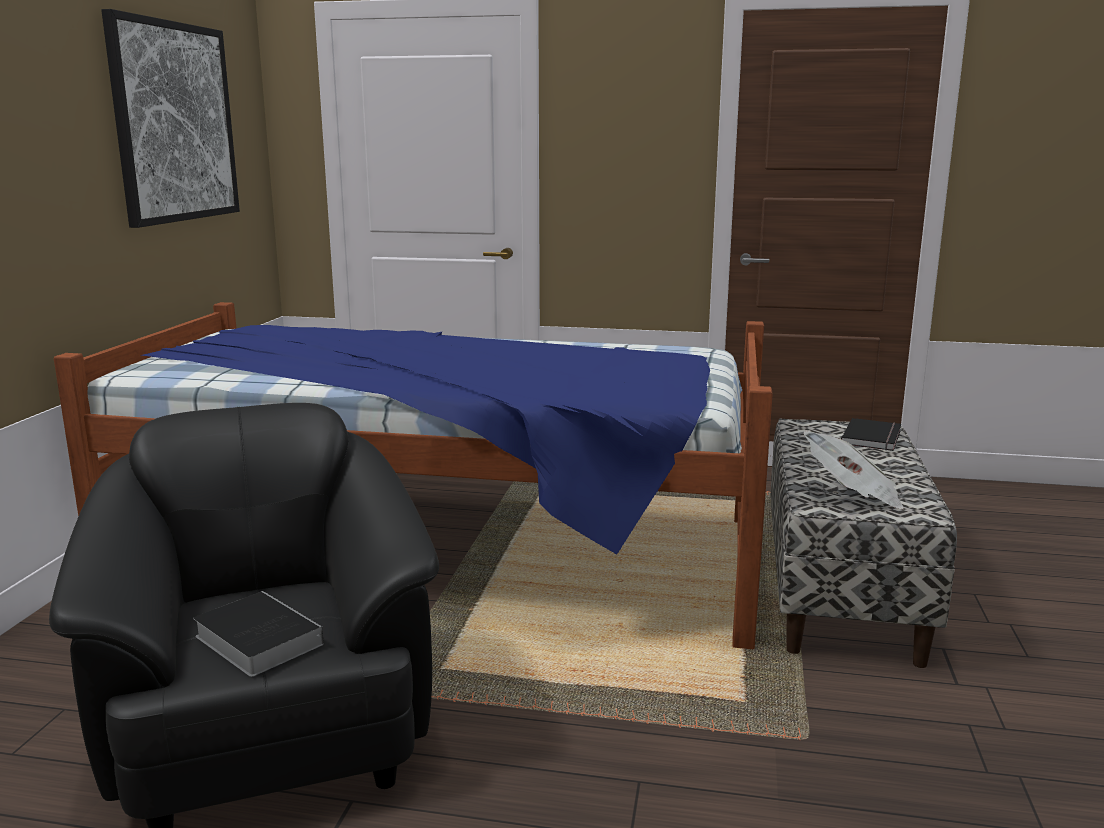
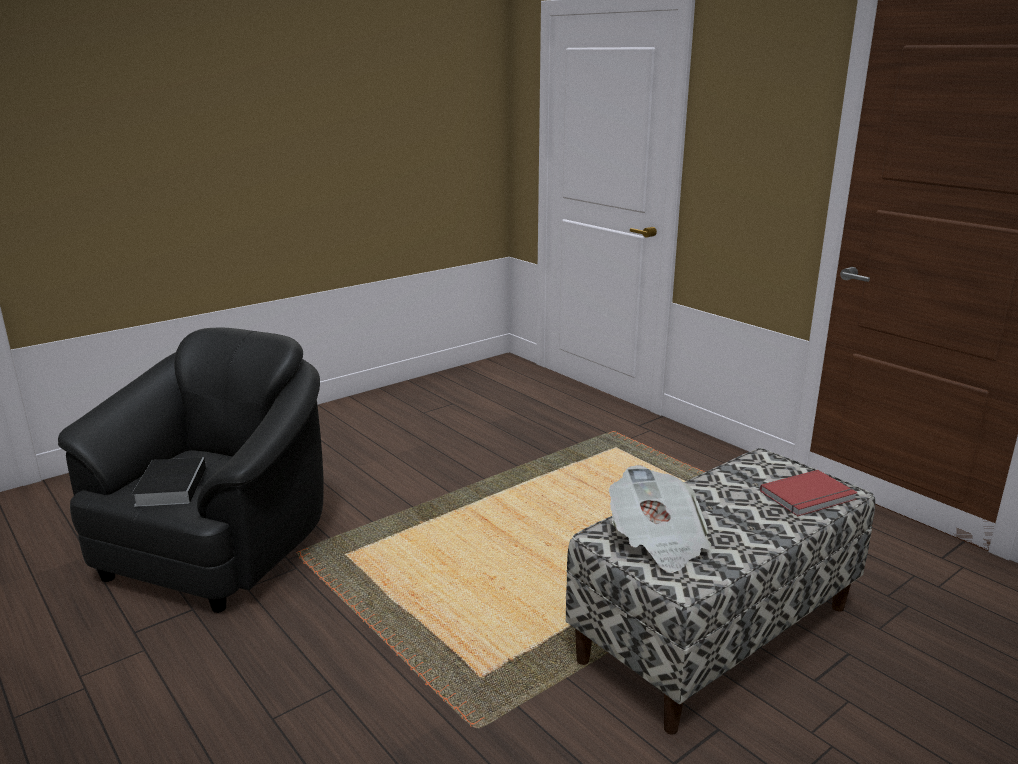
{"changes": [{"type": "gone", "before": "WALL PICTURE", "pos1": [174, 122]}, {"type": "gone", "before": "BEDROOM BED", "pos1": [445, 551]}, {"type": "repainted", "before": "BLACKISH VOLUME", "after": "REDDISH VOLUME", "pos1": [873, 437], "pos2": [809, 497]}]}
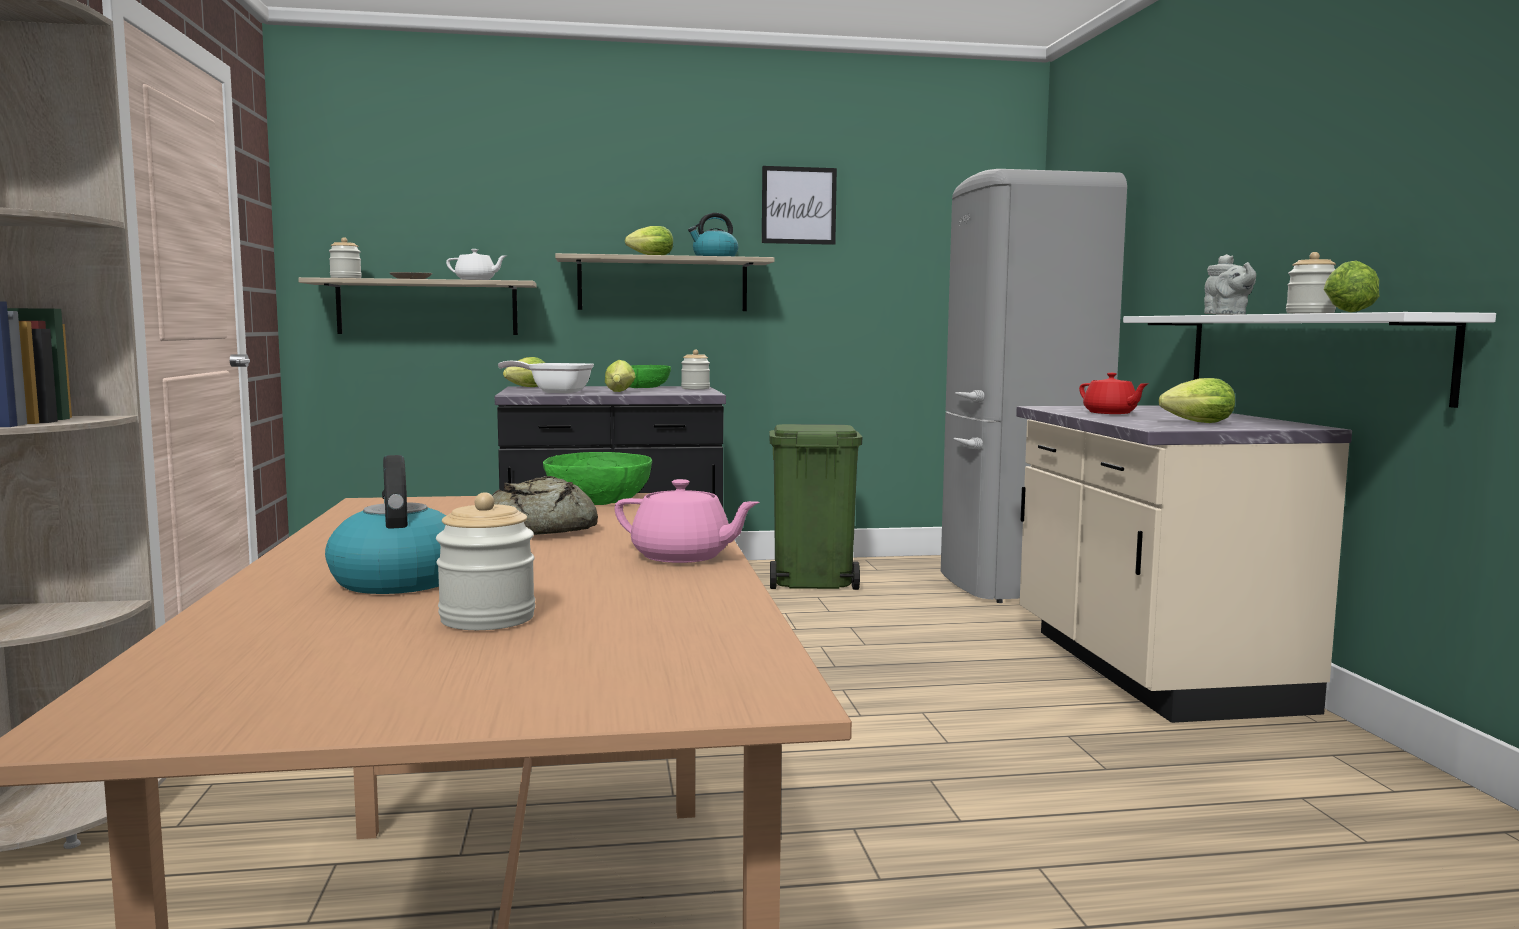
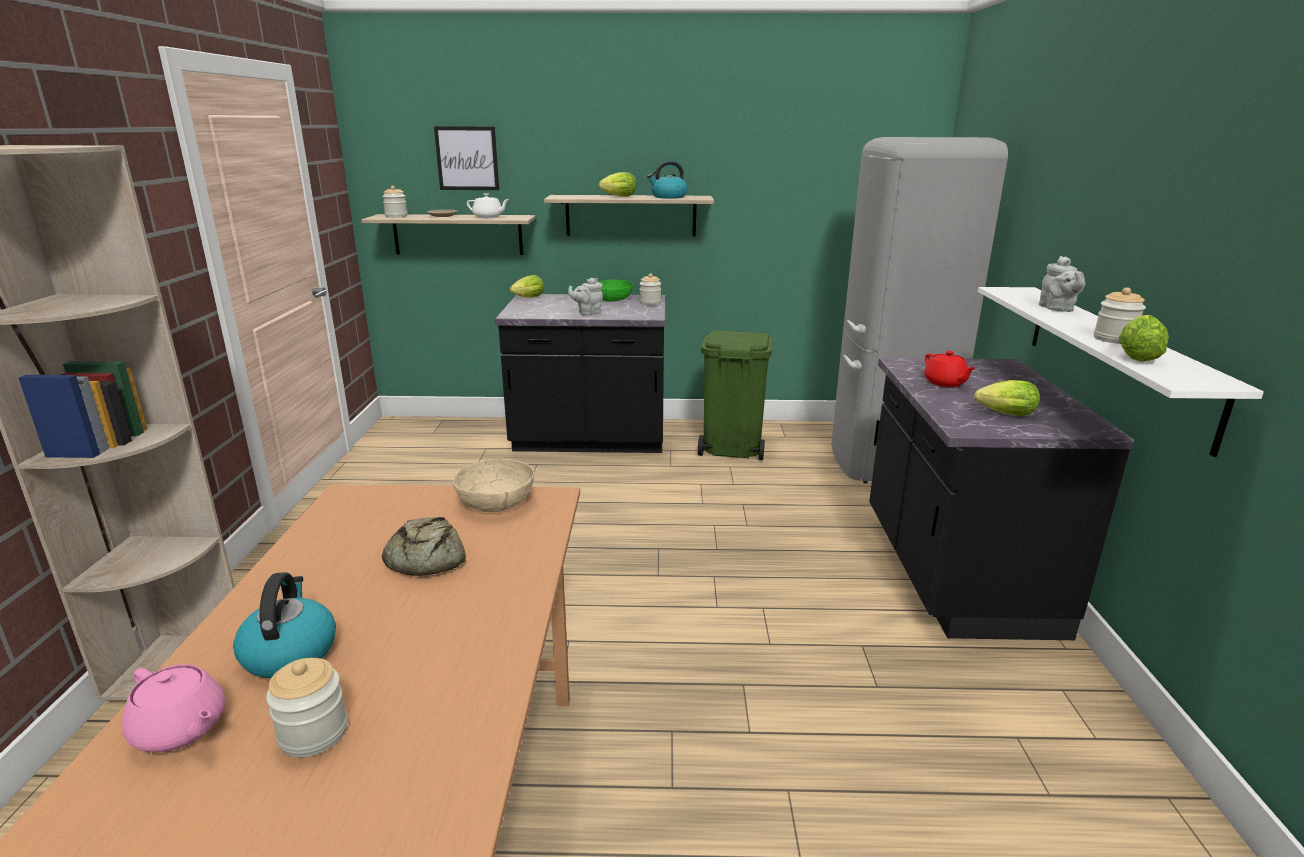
{"changes": [{"type": "shifted", "before": "WALL PICTURE", "pos1": [798, 205], "pos2": [467, 158]}, {"type": "swapped", "before": "HEAD OF LETTUCE", "after": "GREY TEA POT", "pos1": [619, 392], "pos2": [588, 313]}, {"type": "gone", "before": "FRYING PAN", "pos1": [555, 392]}, {"type": "repainted", "before": "BEIGE-COLOURED KITCHEN BASE UNIT", "after": "BLACKISH KITCHEN BASE UNIT", "pos1": [1149, 669], "pos2": [954, 573]}, {"type": "repainted", "before": "GREENISH SERVING BOWL", "after": "BEIGE-COLOURED SERVING BOWL", "pos1": [598, 500], "pos2": [496, 502]}, {"type": "shifted", "before": "PINK TEA POT", "pos1": [683, 557], "pos2": [181, 730]}]}
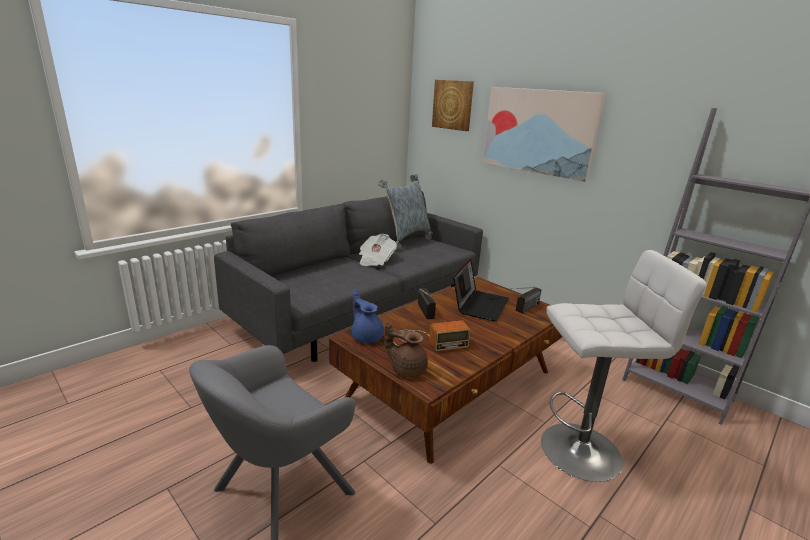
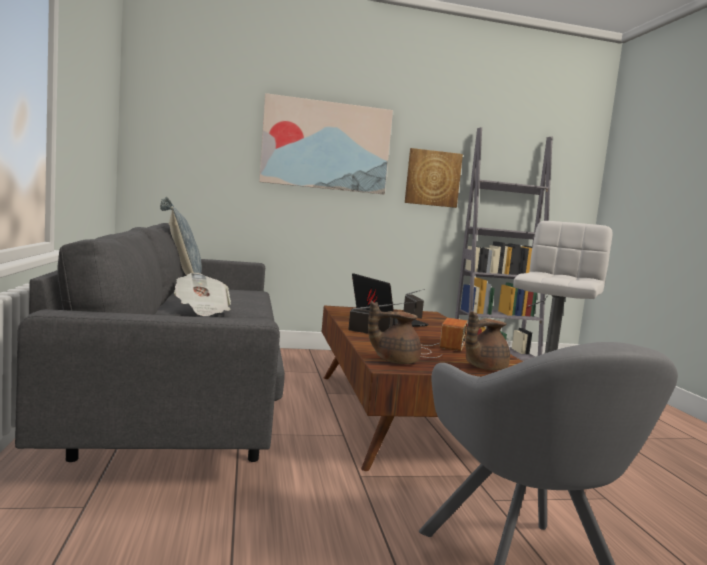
{"changes": [{"type": "shifted", "before": "WALL PICTURE", "pos1": [453, 105], "pos2": [432, 178]}, {"type": "repainted", "before": "BLUISH TEA POT", "after": "BROWN-COLOURED TEA POT", "pos1": [366, 336], "pos2": [394, 360]}]}
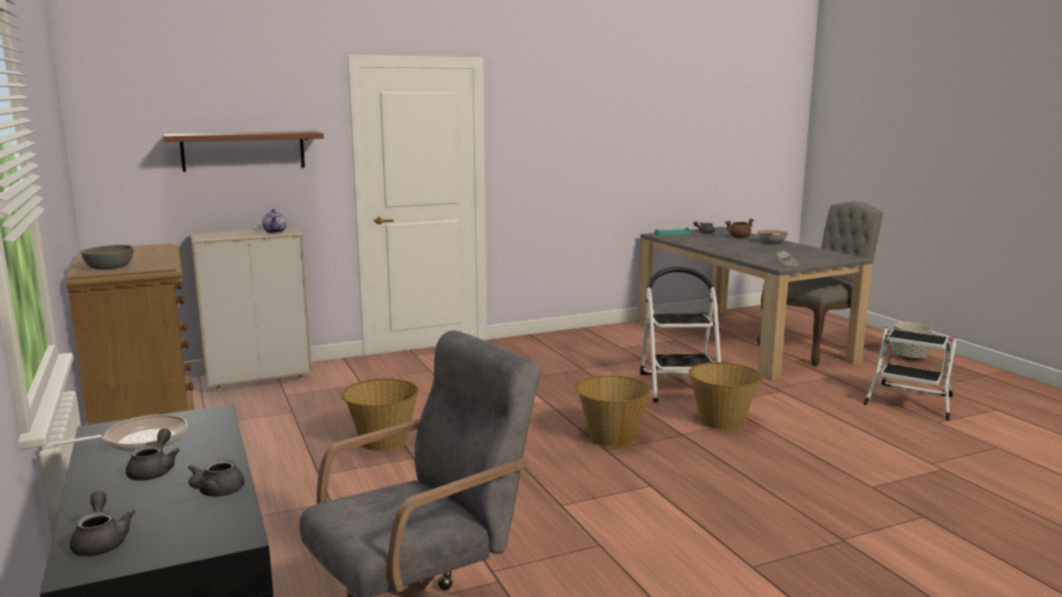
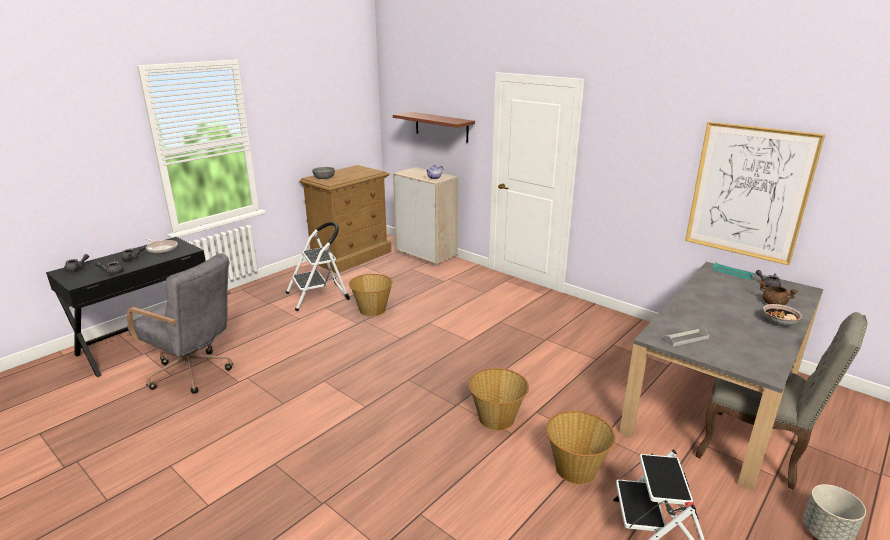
{"changes": [{"type": "shifted", "before": "STEP STOOL", "pos1": [679, 386], "pos2": [319, 296]}, {"type": "shifted", "before": "STORAGE BASKET", "pos1": [611, 437], "pos2": [575, 469]}, {"type": "new", "after": "WALL PICTURE", "pos2": [748, 192]}]}
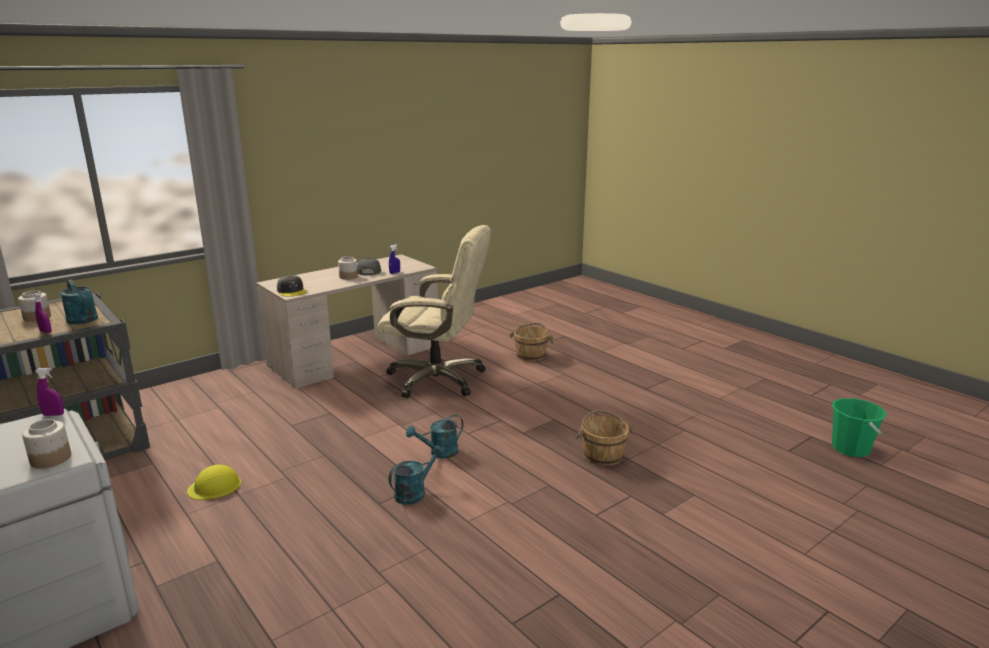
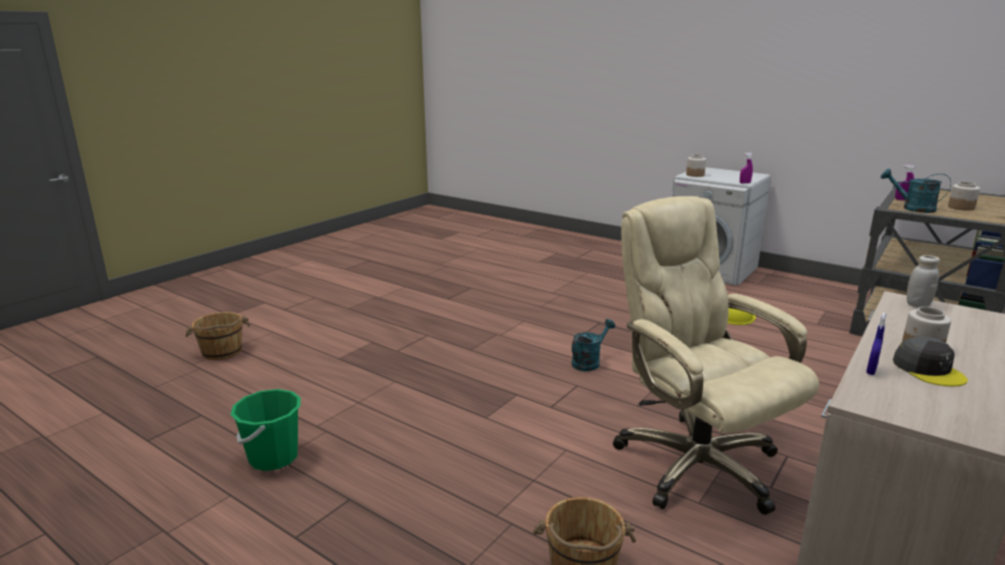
{"changes": [{"type": "rotated", "before": "BEIGE-COLOURED DESK CHAIR", "pos1": [436, 379], "pos2": [697, 465], "turn": 60}, {"type": "swapped", "before": "GREY PEAKED CAP", "after": "WHITE STORAGE JAR", "pos1": [292, 291], "pos2": [917, 305]}, {"type": "shifted", "before": "GREENISH BUCKET", "pos1": [850, 448], "pos2": [273, 457]}, {"type": "shifted", "before": "BROWN-COLOURED BUCKET", "pos1": [603, 455], "pos2": [222, 351]}, {"type": "gone", "before": "BLUE-GREEN WATERING CAN", "pos1": [414, 492]}]}
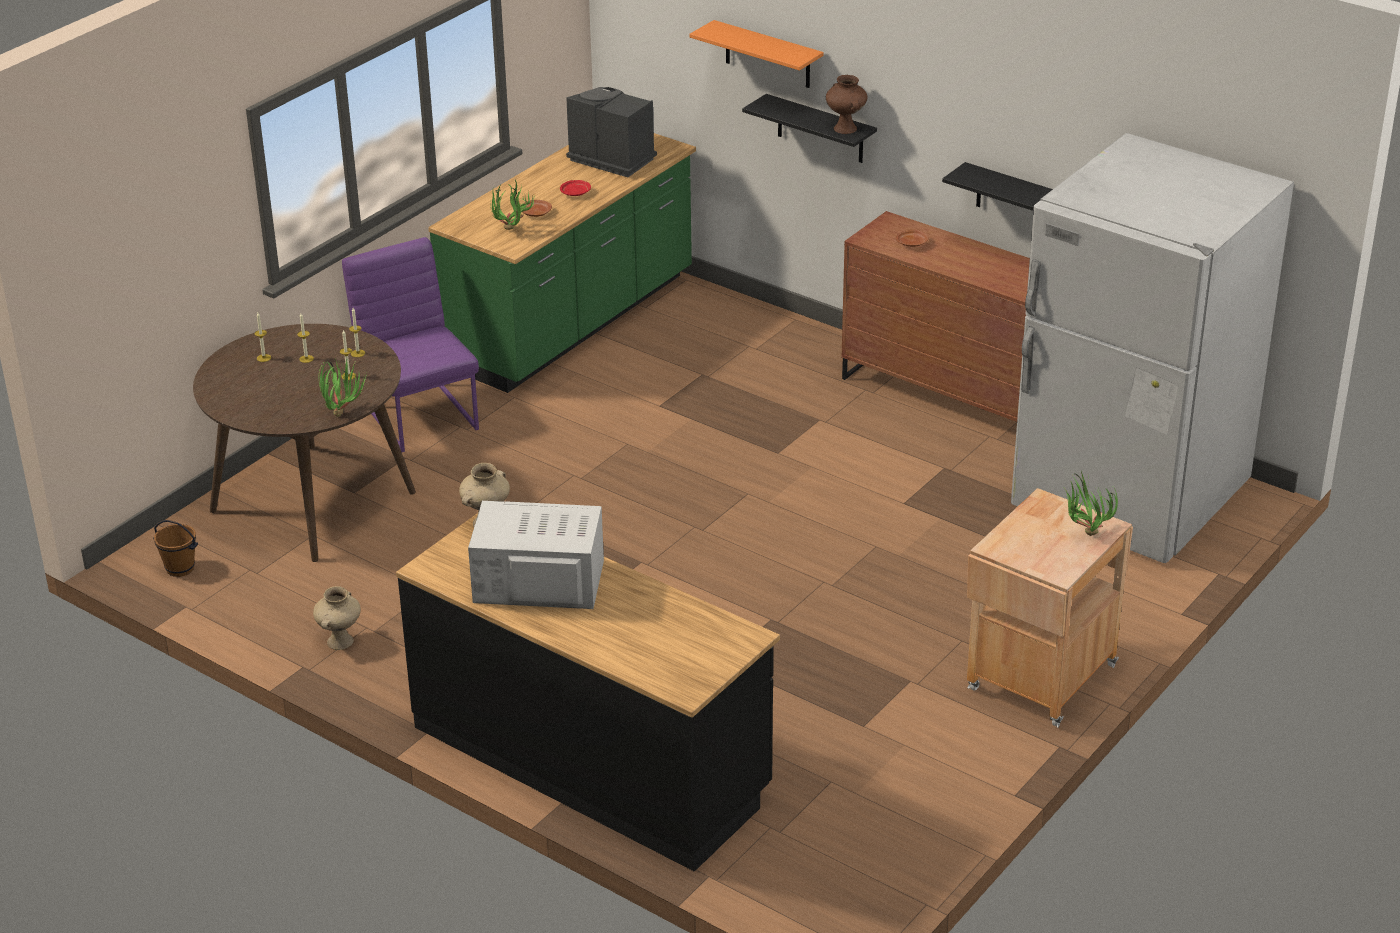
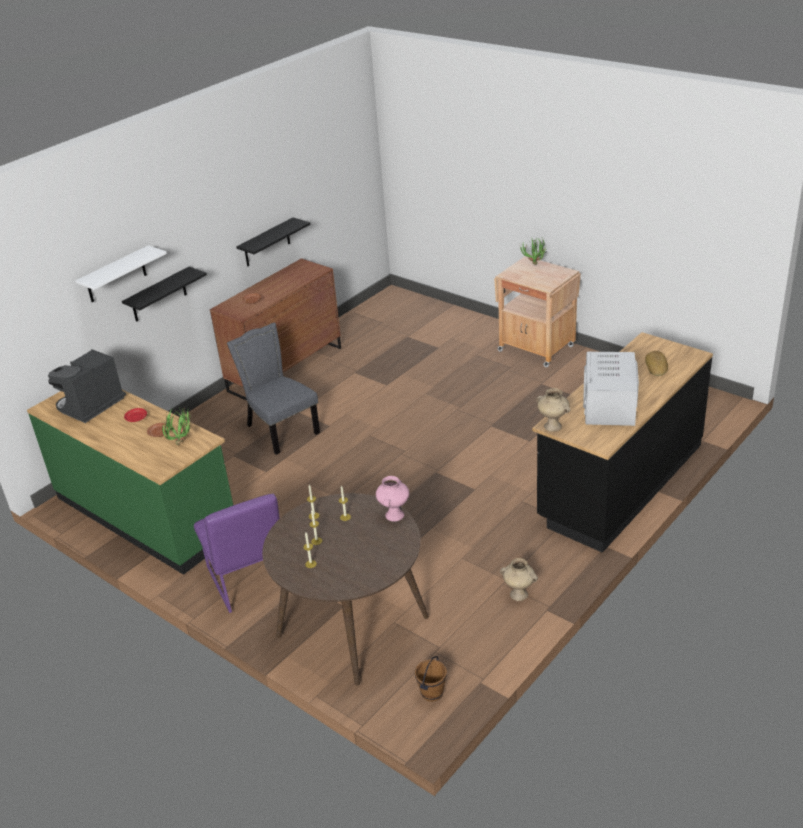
{"changes": [{"type": "repainted", "before": "ORANGE-COLOURED WALL SHELF", "after": "WHITE WALL SHELF", "pos1": [767, 55], "pos2": [116, 275]}, {"type": "gone", "before": "BROWN-COLOURED FLOWER VASE", "pos1": [846, 129]}, {"type": "gone", "before": "WHITE FRIDGE", "pos1": [1131, 495]}, {"type": "rotated", "before": "PURPLE-COLOURED PLAIN CHAIR", "pos1": [420, 414], "pos2": [247, 580], "turn": -90}, {"type": "swapped", "before": "POTTED PLANT", "after": "PINK FLOWER VASE", "pos1": [343, 412], "pos2": [394, 514]}, {"type": "new", "after": "GREY PLAIN CHAIR", "pos2": [282, 431]}, {"type": "new", "after": "BAKERY BREAD", "pos2": [657, 366]}]}
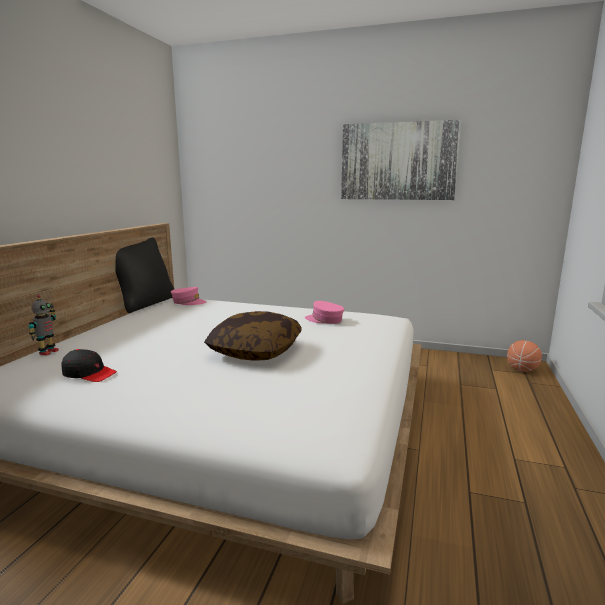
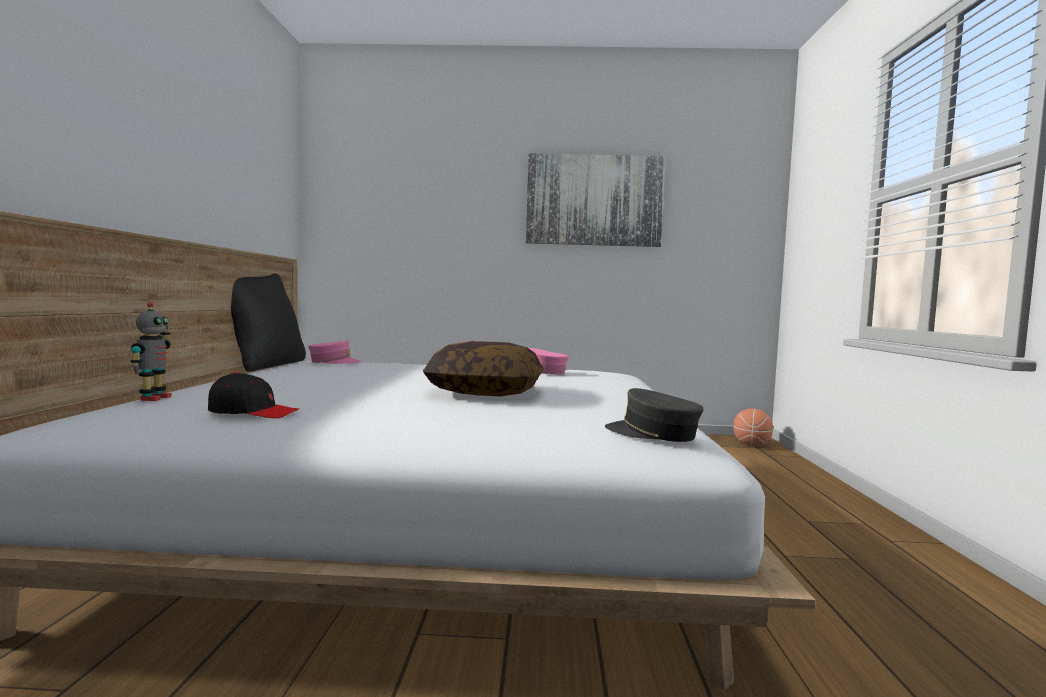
{"changes": [{"type": "new", "after": "GREY PEAKED CAP", "pos2": [652, 433]}]}
